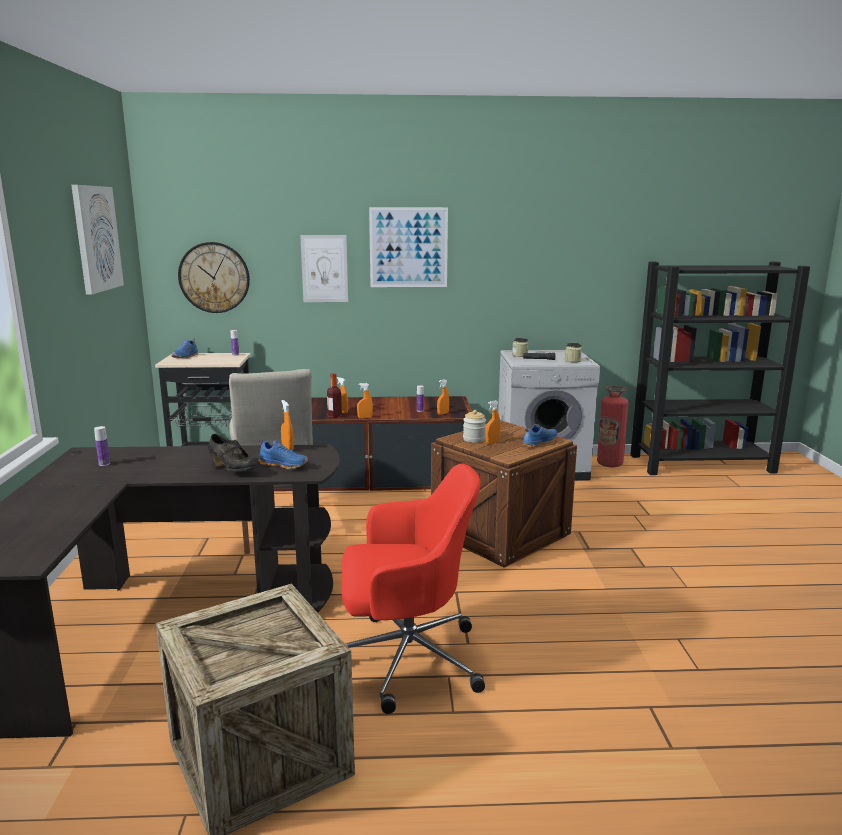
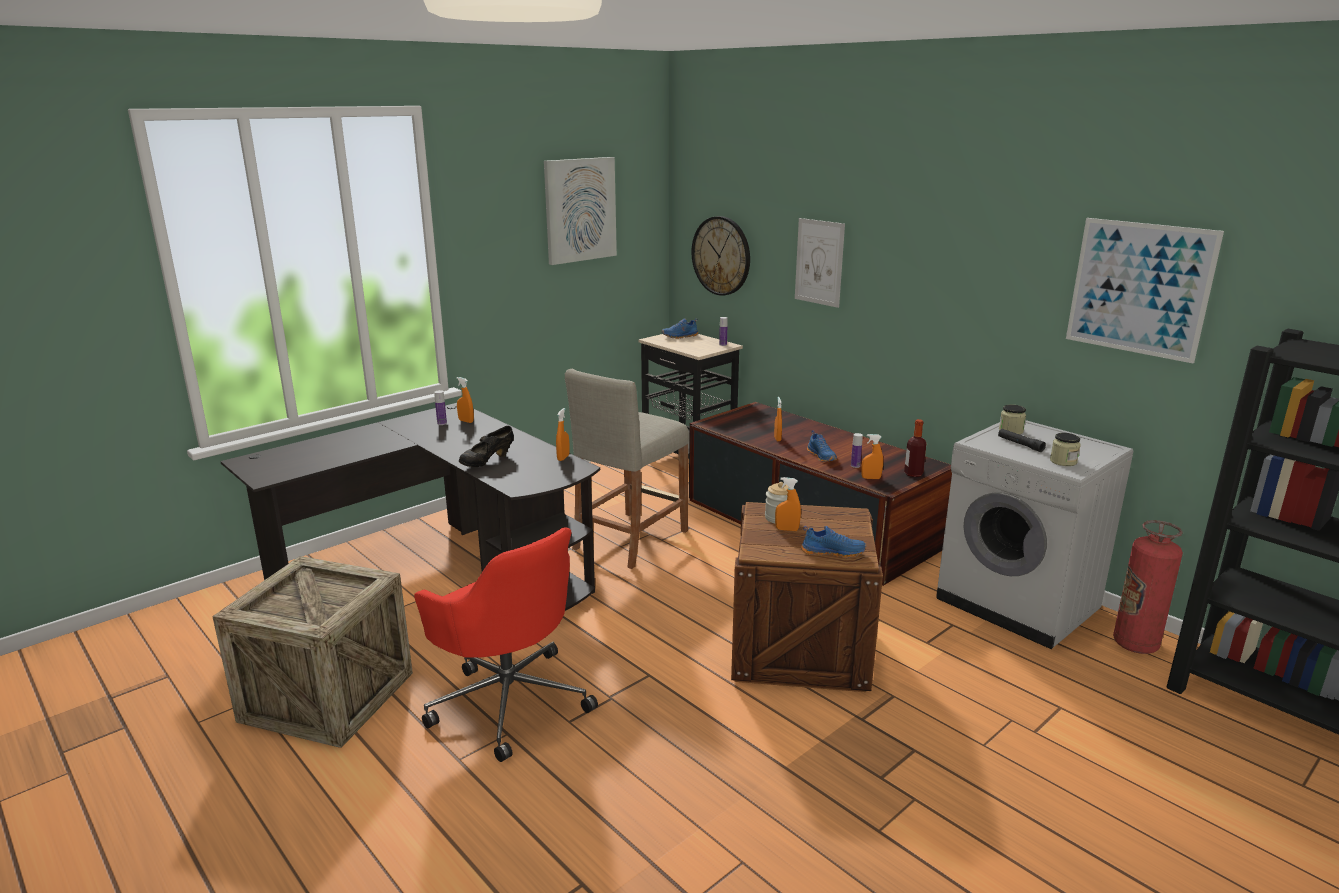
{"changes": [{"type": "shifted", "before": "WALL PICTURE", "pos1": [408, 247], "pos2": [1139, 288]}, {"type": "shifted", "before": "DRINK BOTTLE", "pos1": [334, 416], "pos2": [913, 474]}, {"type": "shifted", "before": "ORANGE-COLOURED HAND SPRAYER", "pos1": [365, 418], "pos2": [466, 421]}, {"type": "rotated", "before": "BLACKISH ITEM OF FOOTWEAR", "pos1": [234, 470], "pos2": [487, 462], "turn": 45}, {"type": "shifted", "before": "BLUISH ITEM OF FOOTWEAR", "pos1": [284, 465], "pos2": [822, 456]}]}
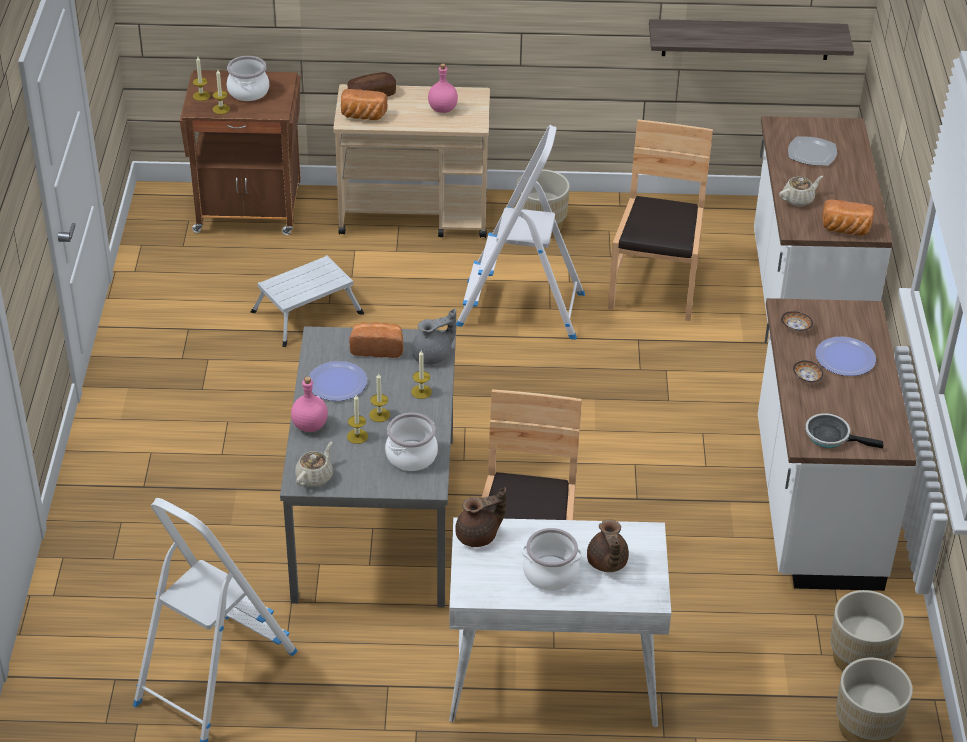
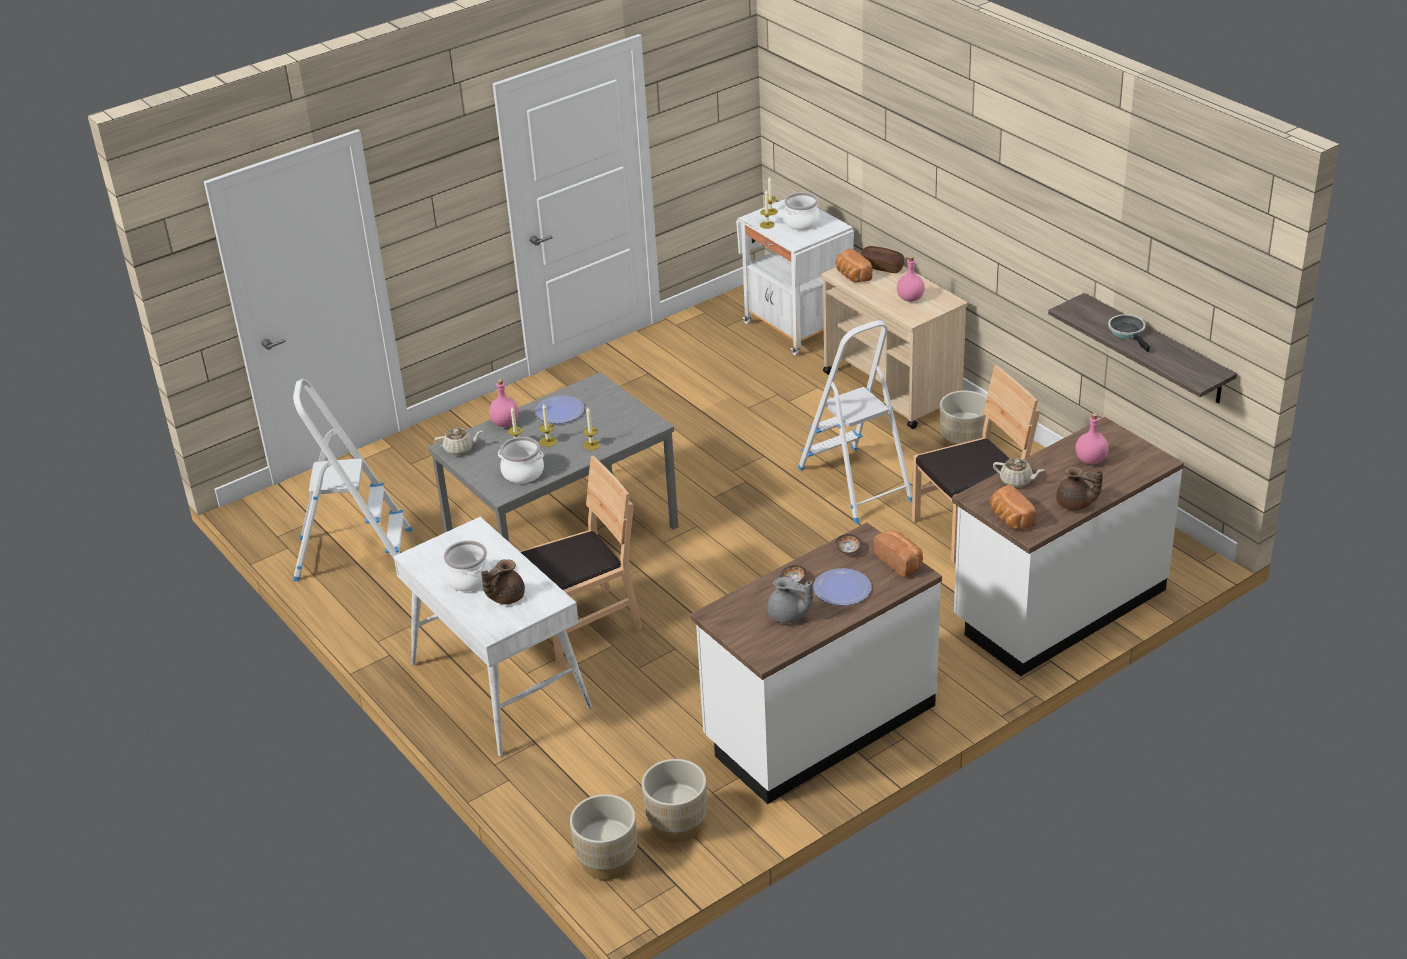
{"changes": [{"type": "repainted", "before": "BROWN-COLOURED TROLLEY", "after": "WHITE TROLLEY", "pos1": [250, 211], "pos2": [798, 329]}, {"type": "swapped", "before": "PLATE", "after": "PINK DRINK BOTTLE", "pos1": [811, 153], "pos2": [1090, 460]}, {"type": "gone", "before": "WHITE STEP STOOL", "pos1": [307, 312]}, {"type": "shifted", "before": "GREY TEA POT", "pos1": [433, 356], "pos2": [788, 616]}, {"type": "shifted", "before": "BAKERY BREAD", "pos1": [377, 348], "pos2": [900, 562]}, {"type": "shifted", "before": "FRYING PAN", "pos1": [831, 436], "pos2": [1128, 332]}, {"type": "shifted", "before": "BROWN-COLOURED TEA POT", "pos1": [478, 536], "pos2": [1075, 504]}]}
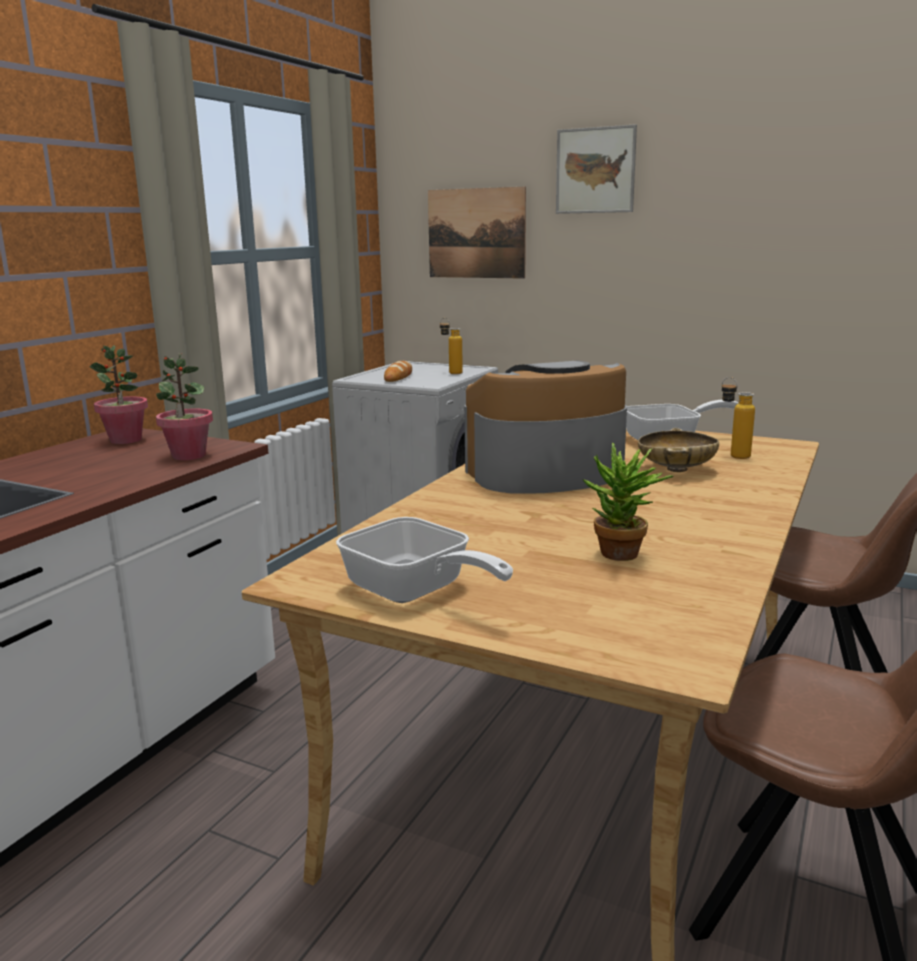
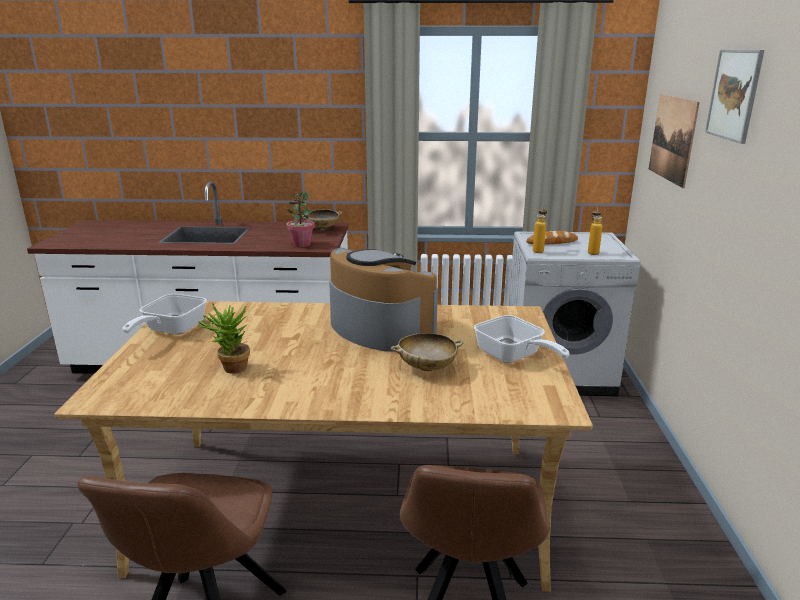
{"changes": [{"type": "swapped", "before": "POTTED PLANT", "after": "BEIGE-COLOURED SERVING BOWL", "pos1": [126, 440], "pos2": [321, 229]}, {"type": "shifted", "before": "DRINK BOTTLE", "pos1": [732, 455], "pos2": [538, 250]}]}
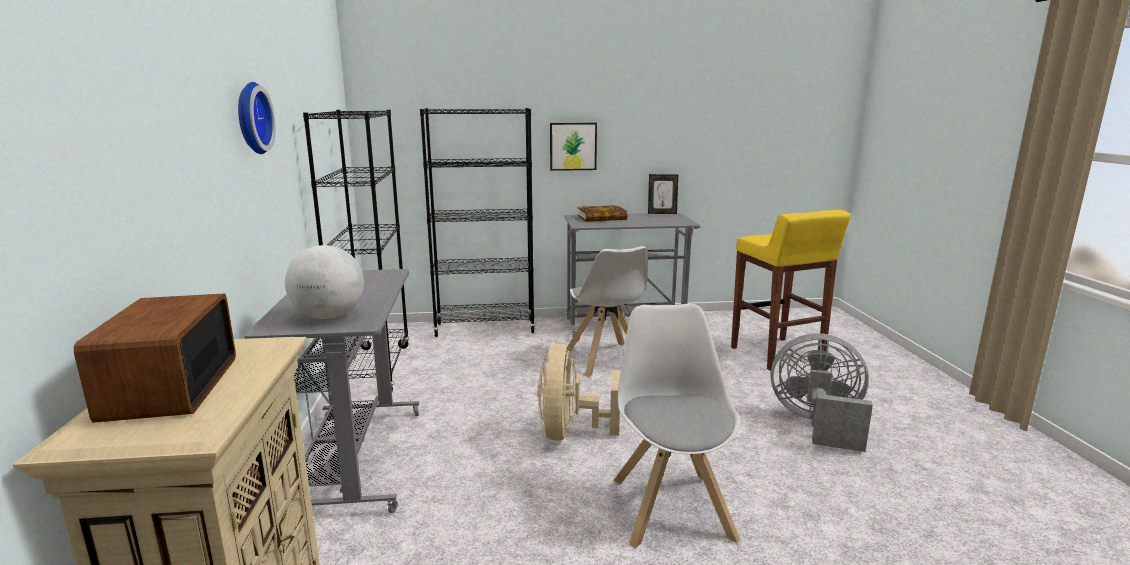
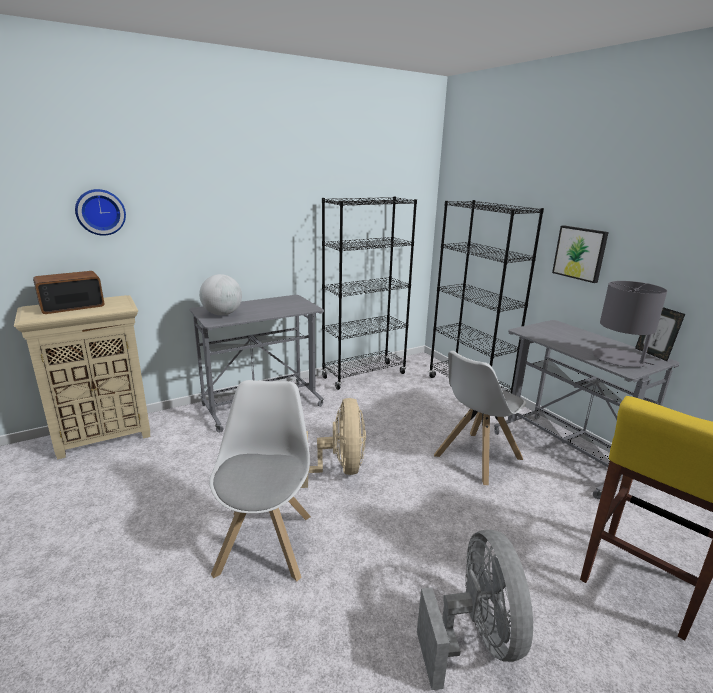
{"changes": [{"type": "shifted", "before": "HANGING CLOCK", "pos1": [250, 118], "pos2": [100, 212]}, {"type": "gone", "before": "VOLUME", "pos1": [602, 218]}, {"type": "rotated", "before": "PLAIN CHAIR", "pos1": [671, 505], "pos2": [266, 541], "turn": -60}, {"type": "rotated", "before": "BEIGE-COLOURED FAN", "pos1": [570, 432], "pos2": [339, 469], "turn": 105}, {"type": "new", "after": "GREY LAMP FOR A TABLE", "pos2": [619, 359]}]}
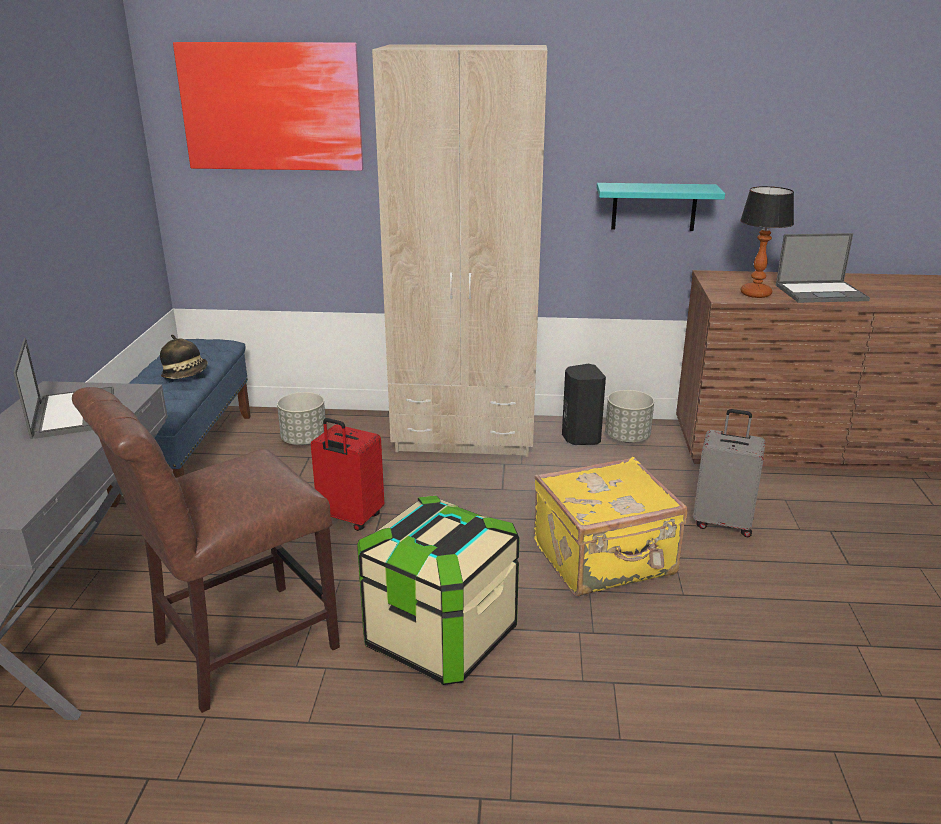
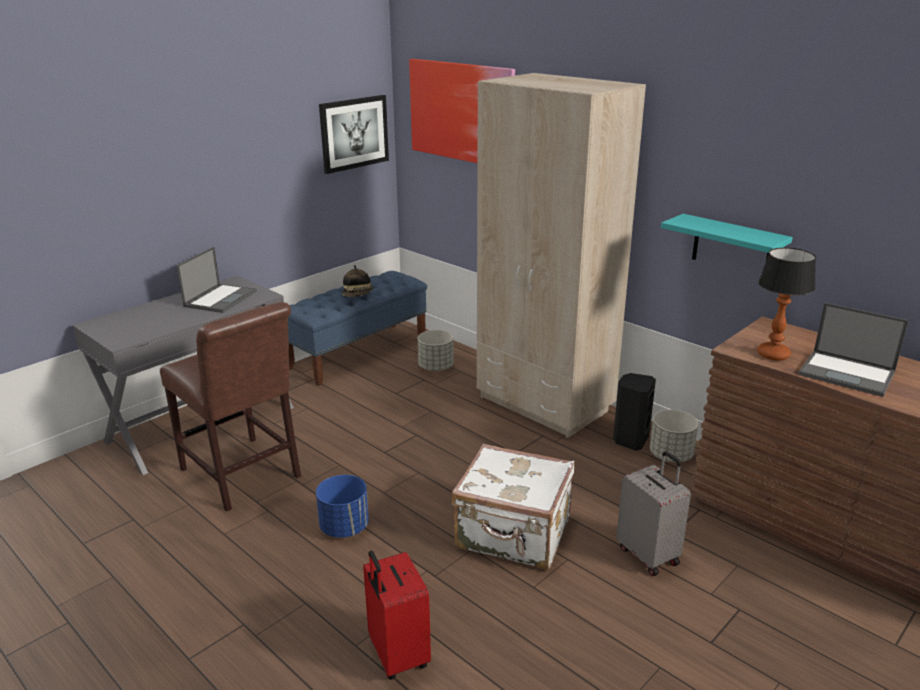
{"changes": [{"type": "rotated", "before": "BROWN-COLOURED PLAIN CHAIR", "pos1": [235, 648], "pos2": [243, 476], "turn": -135}, {"type": "shifted", "before": "REDDISH PIECE OF LUGGAGE", "pos1": [349, 518], "pos2": [397, 655]}, {"type": "repainted", "before": "YELLOW PIECE OF LUGGAGE", "after": "WHITE PIECE OF LUGGAGE", "pos1": [605, 560], "pos2": [513, 535]}, {"type": "swapped", "before": "STORAGE CONTAINER", "after": "BLUISH PLANT POT", "pos1": [440, 637], "pos2": [344, 527]}, {"type": "new", "after": "WALL PICTURE", "pos2": [354, 133]}]}
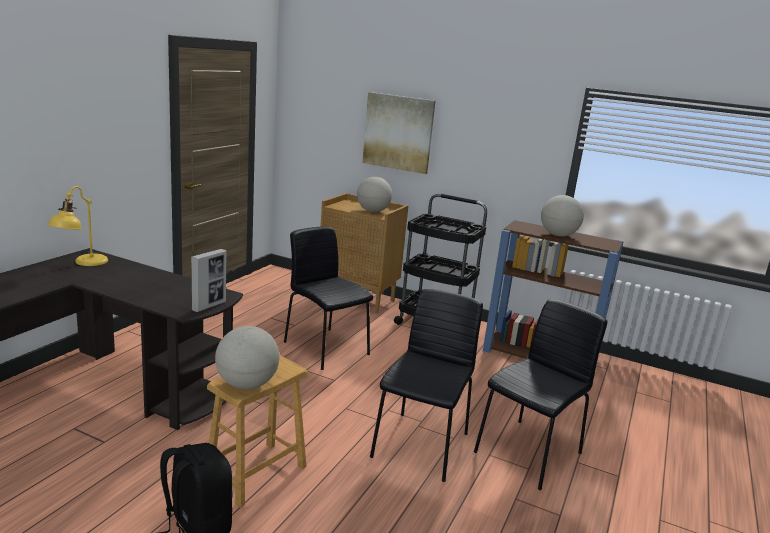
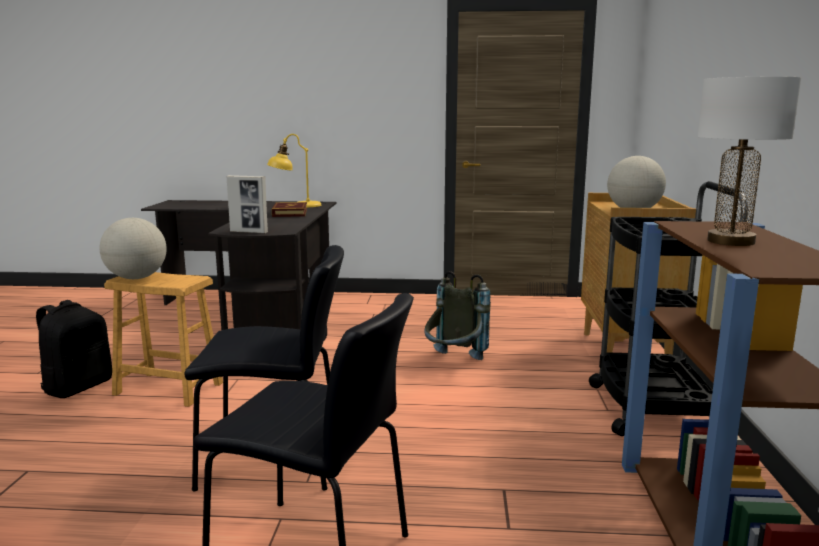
{"changes": [{"type": "gone", "before": "WALL PICTURE", "pos1": [398, 132]}, {"type": "swapped", "before": "GLOBE", "after": "LAMP FOR A TABLE", "pos1": [558, 235], "pos2": [731, 241]}, {"type": "swapped", "before": "BLACKISH PLAIN CHAIR", "after": "GREY BACKPACK", "pos1": [324, 347], "pos2": [454, 362]}, {"type": "new", "after": "VOLUME", "pos2": [290, 213]}]}
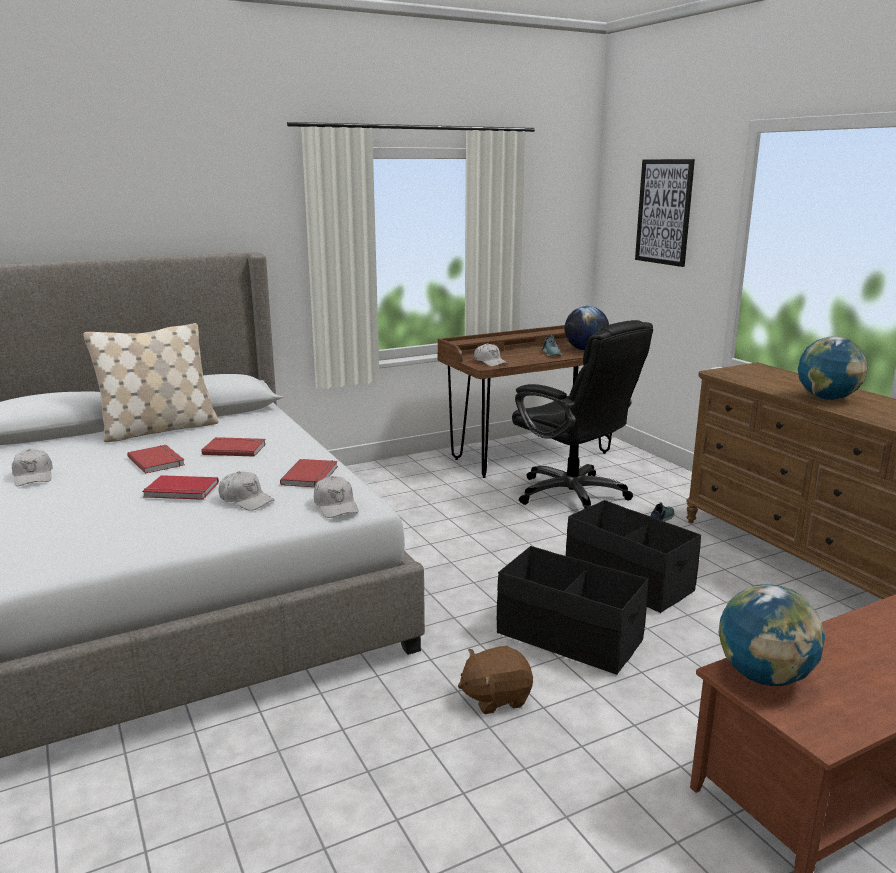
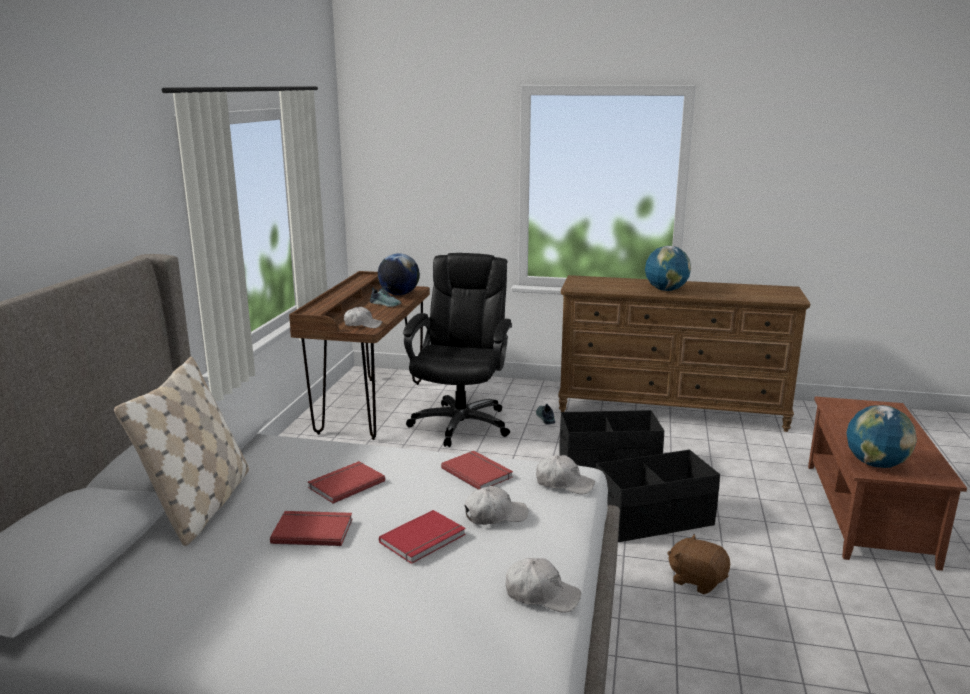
{"changes": [{"type": "gone", "before": "WALL PICTURE", "pos1": [664, 212]}, {"type": "rotated", "before": "BLACKISH DESK CHAIR", "pos1": [572, 494], "pos2": [460, 424], "turn": -75}, {"type": "shifted", "before": "WHITE PEAKED CAP", "pos1": [33, 476], "pos2": [541, 594]}, {"type": "rotated", "before": "BROWN-COLOURED SOFT TOY", "pos1": [495, 697], "pos2": [697, 580], "turn": 105}]}
